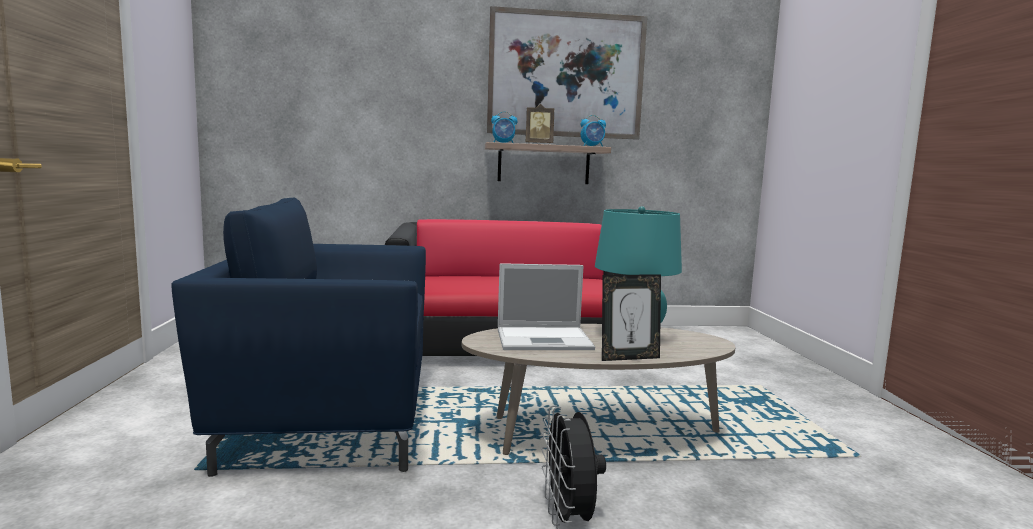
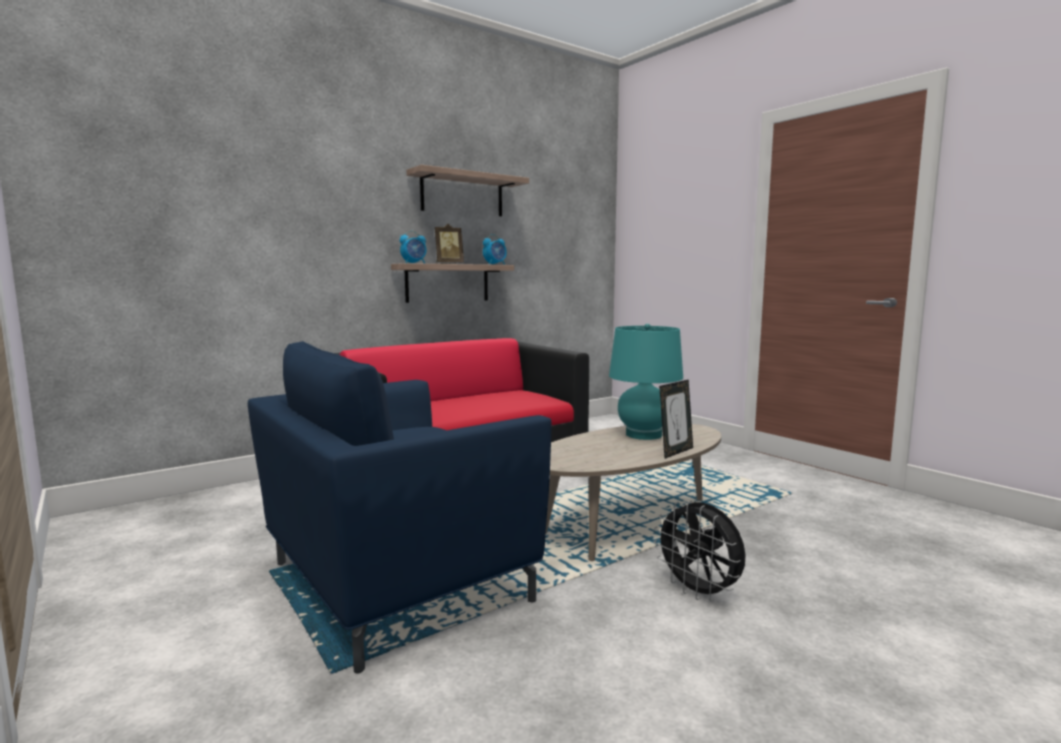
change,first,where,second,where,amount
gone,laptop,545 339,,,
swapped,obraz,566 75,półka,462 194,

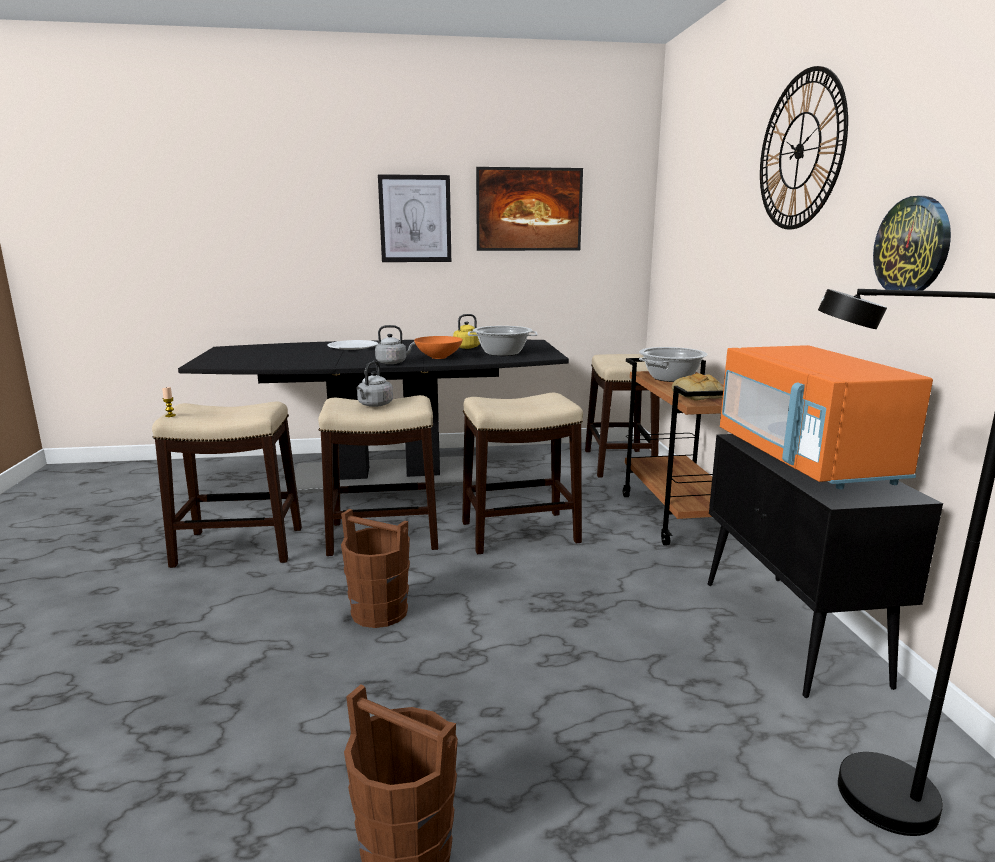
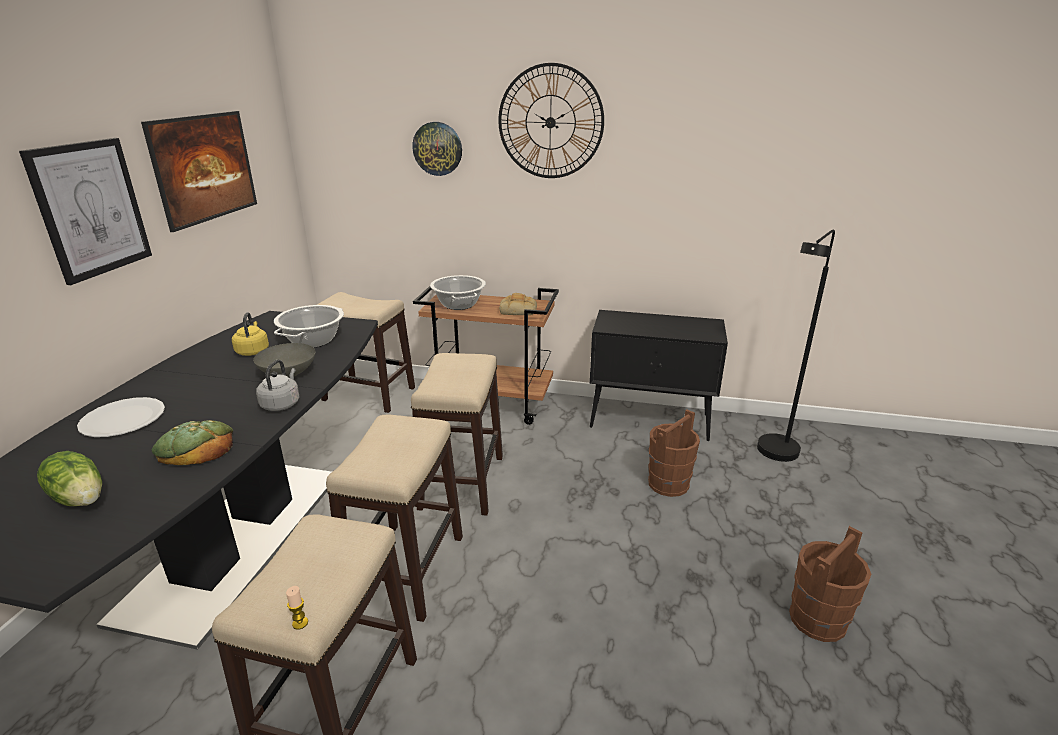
change,first,where,second,where,amount
gone,czajnik/szary,374 405,,,
gone,mikrofalówka/pomarańczowy,805 459,,,
new,,,sałata,81 497,
new,,,chleb,196 447,
shifted,wiadro/brązowy,380 612,,668 483,
shifted,zegar ścienny,912 246,,437 148,
repainted,miska/pomarańczowy,438 357,miska/szary,287 374,

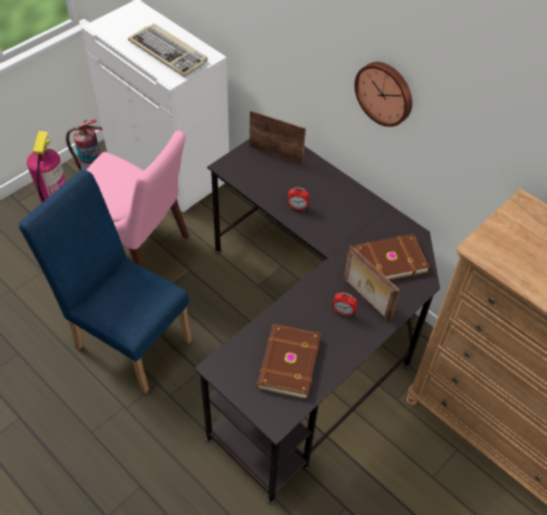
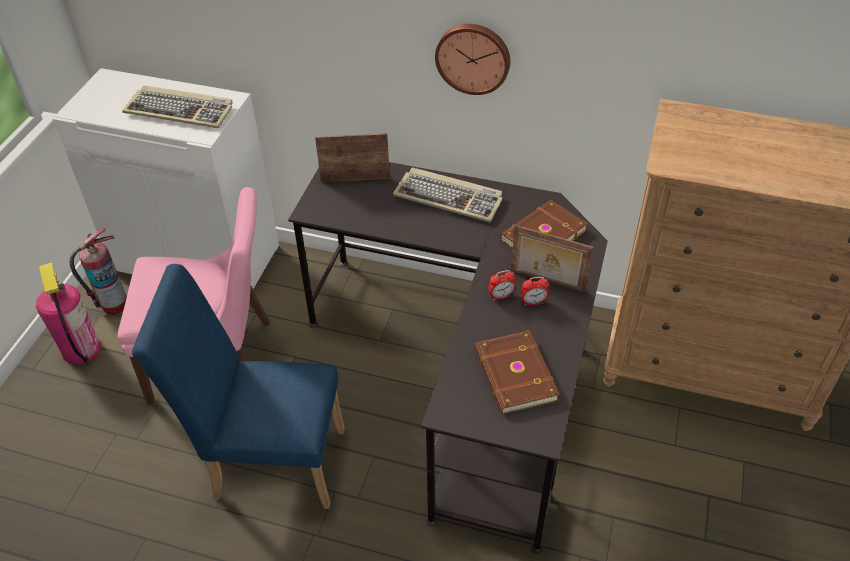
change,first,where,second,where,amount
new,,,klawiatura,449 197,
shifted,budzik,297 207,,501 296,

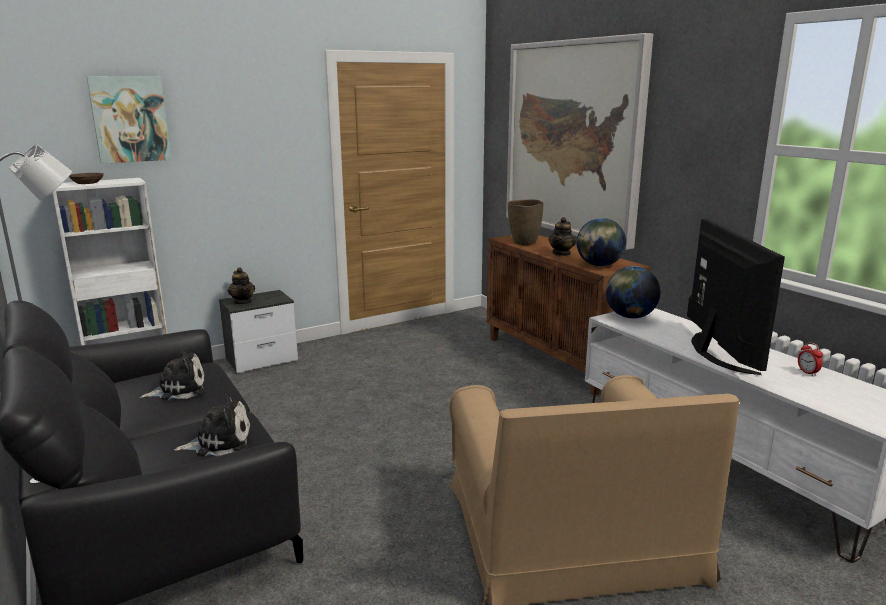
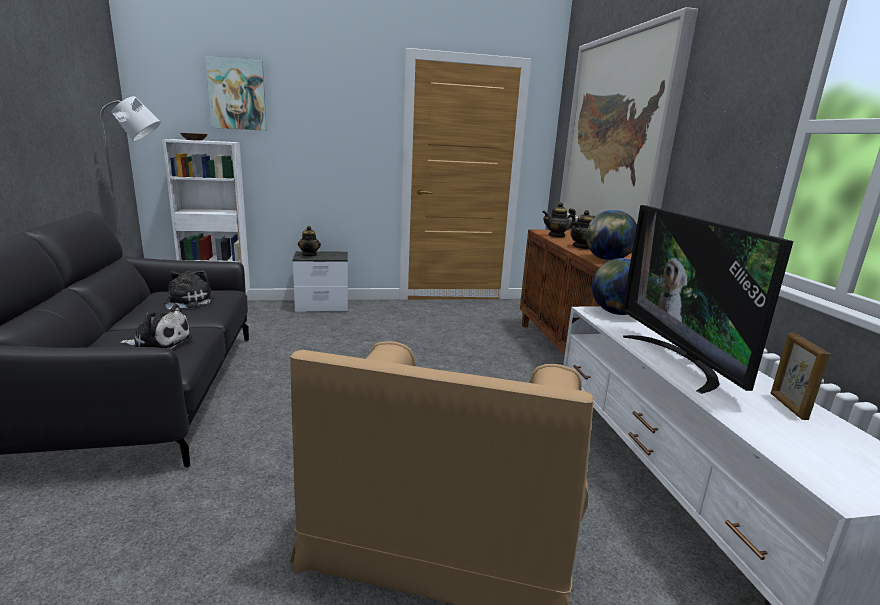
change,first,where,second,where,amount
swapped,wazon/brązowy,524 243,imbryk,556 236,
swapped,budzik,807 372,ramka na zdjęcie,787 406,
rotated,pluszak,179 389,,186 302,75 degrees counterclockwise
rotated,telewizor,714 352,,679 361,150 degrees clockwise

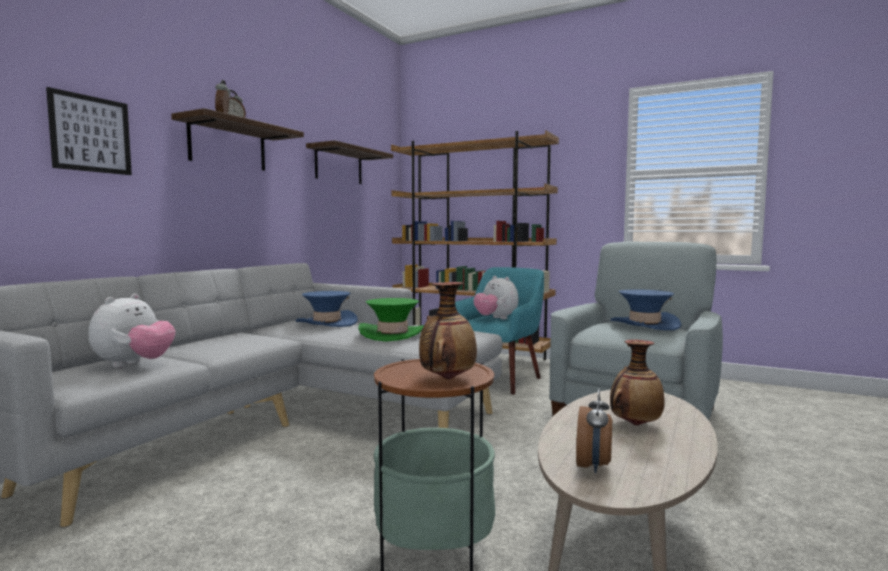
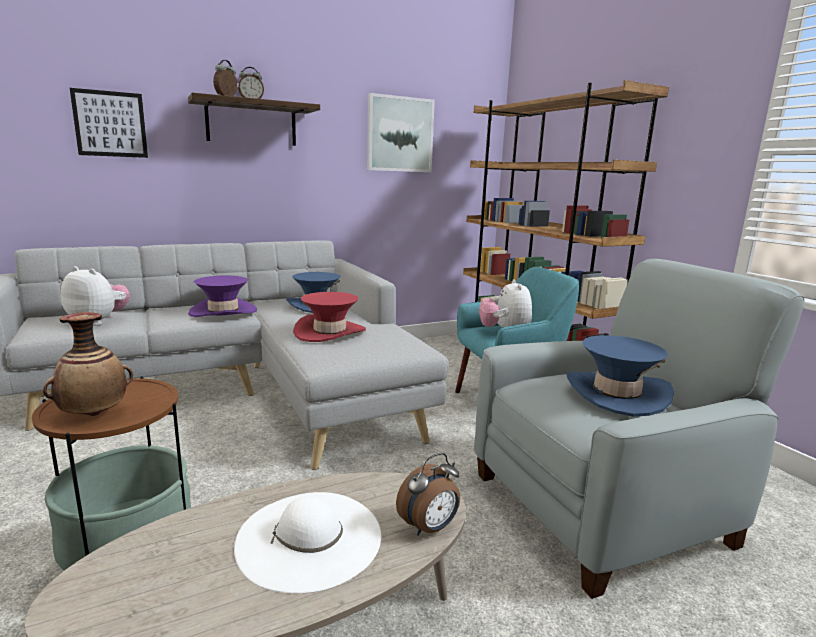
change,first,where,second,where,amount
new,,,kapelusz/fioletowy,223 311,
shifted,budzik,594 466,,429 528,
swapped,półka,339 165,obraz,399 134,
swapped,wazon,635 424,kapelusz/biały,309 538,
repainted,kapelusz/zielony,392 334,kapelusz/czerwony,330 332,
rotated,pluszak,134 365,,98 321,120 degrees counterclockwise

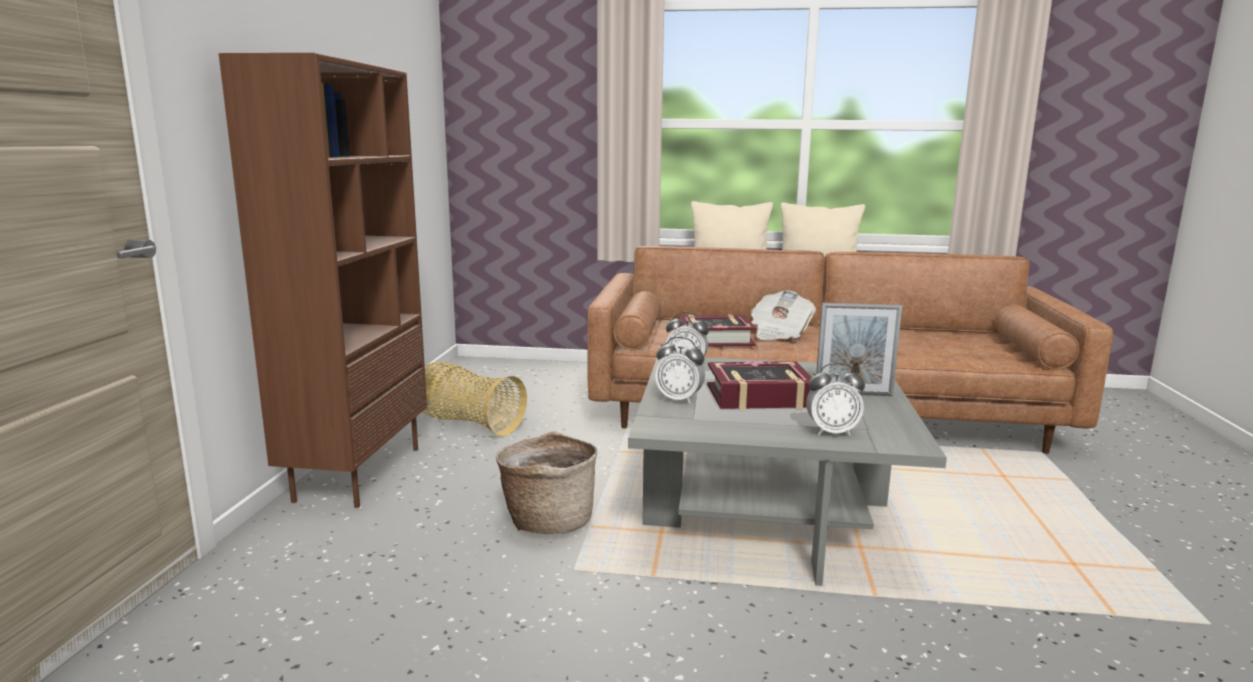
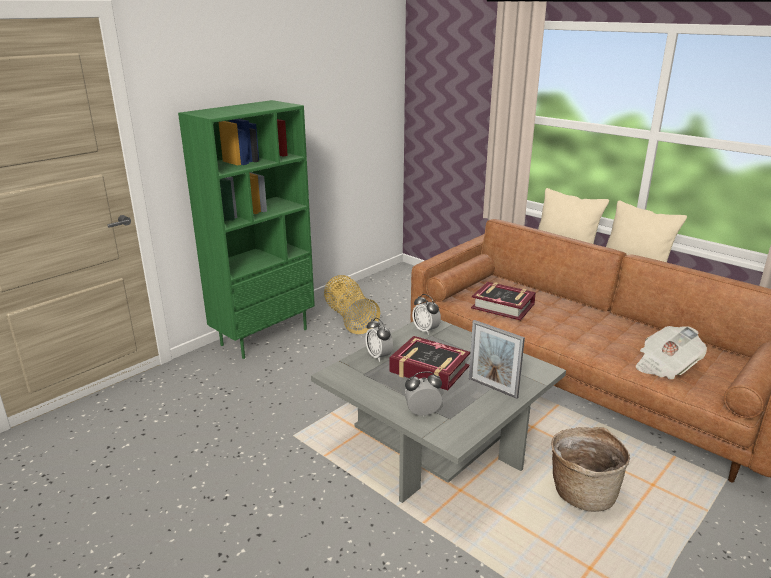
change,first,where,second,where,amount
shifted,koszyk,548 520,,582 491,
shifted,gazeta,779 333,,665 366,
repainted,regał/brązowy,358 473,regał/zielony,264 336,
rotated,budzik,832 432,,422 413,135 degrees clockwise

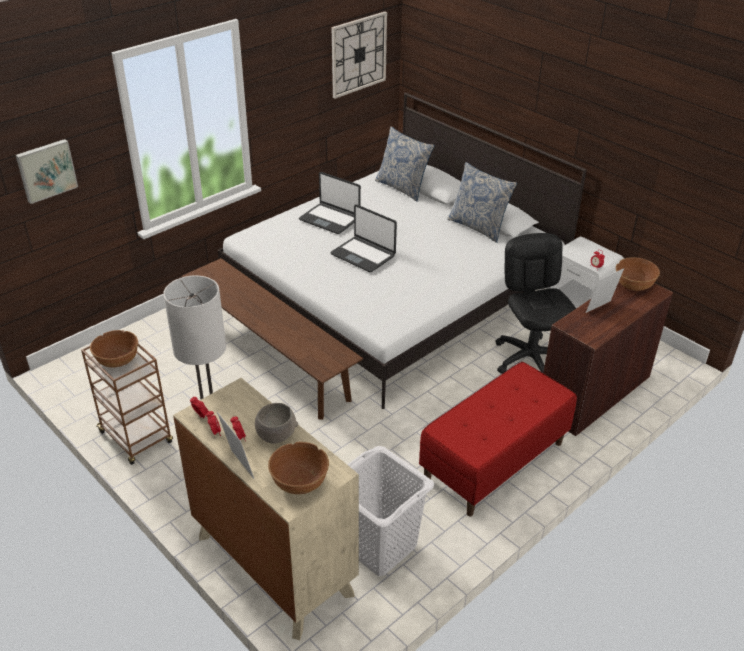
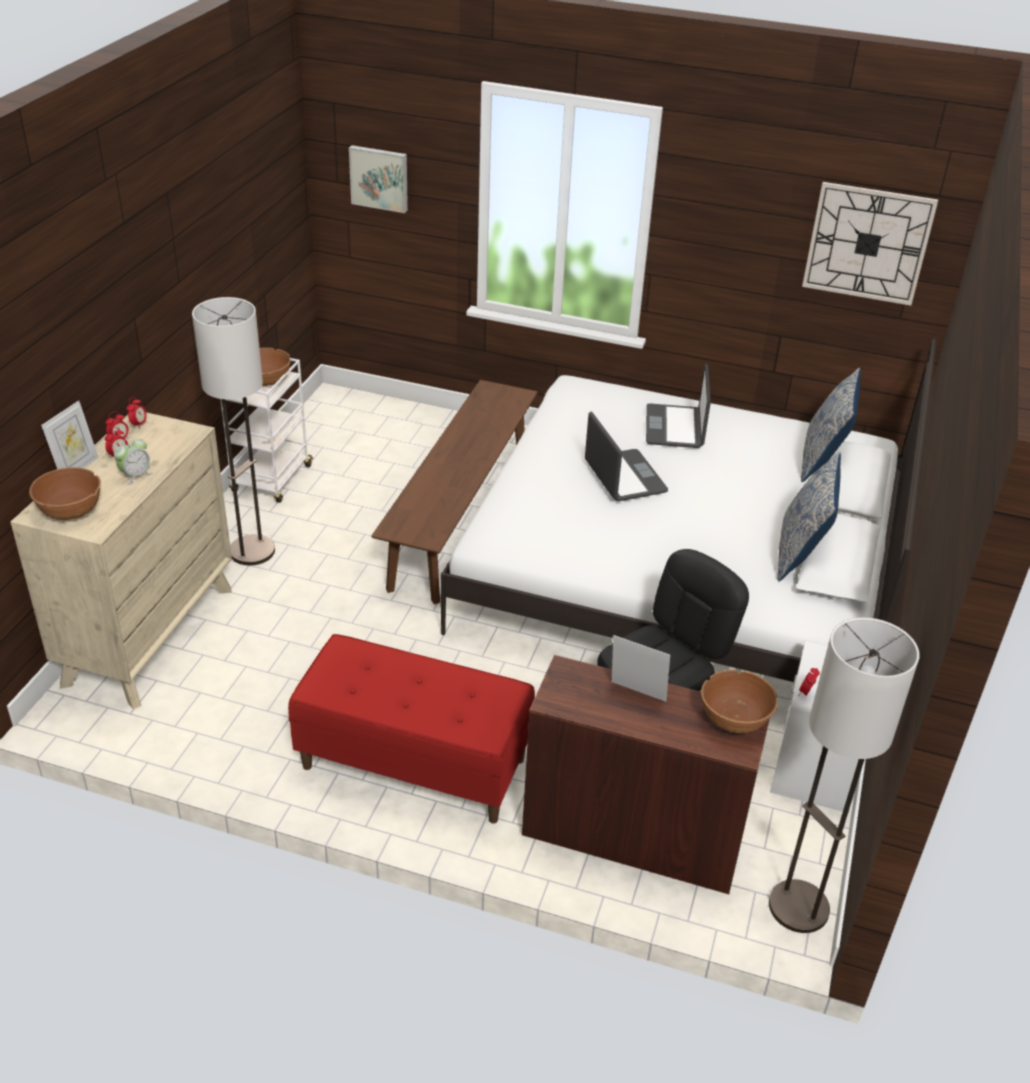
change,first,where,second,where,amount
gone,kosz na pranie/biały,379 546,,,
new,,,lampa stojąca,798 907,
swapped,miska/szary,276 434,budzik,135 475,
repainted,wózek/brązowy,137 438,wózek/biały,271 480,
rotated,laptop,363 255,,624 477,150 degrees clockwise

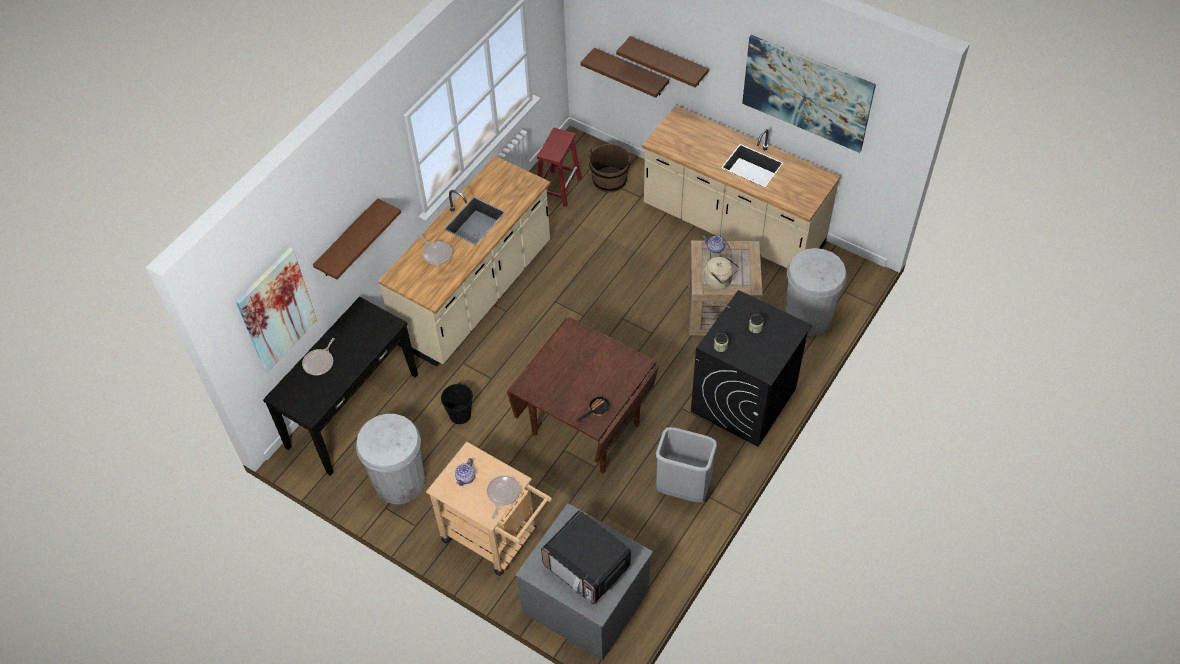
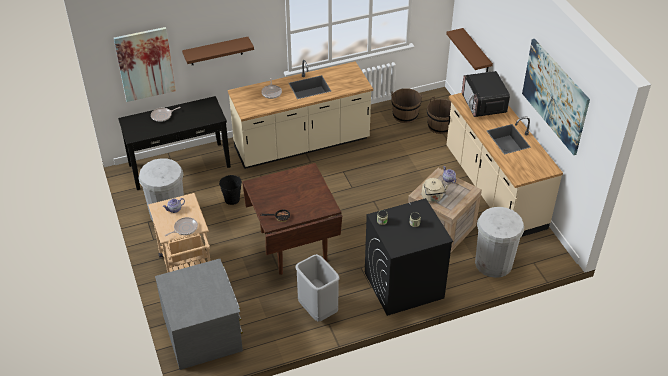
change,first,where,second,where,amount
gone,półka/brązowy,668 62,,,
shifted,mikrofalówka,587 566,,483 104,
swapped,stołek/czerwony,559 187,wiadro/brązowy,405 115,

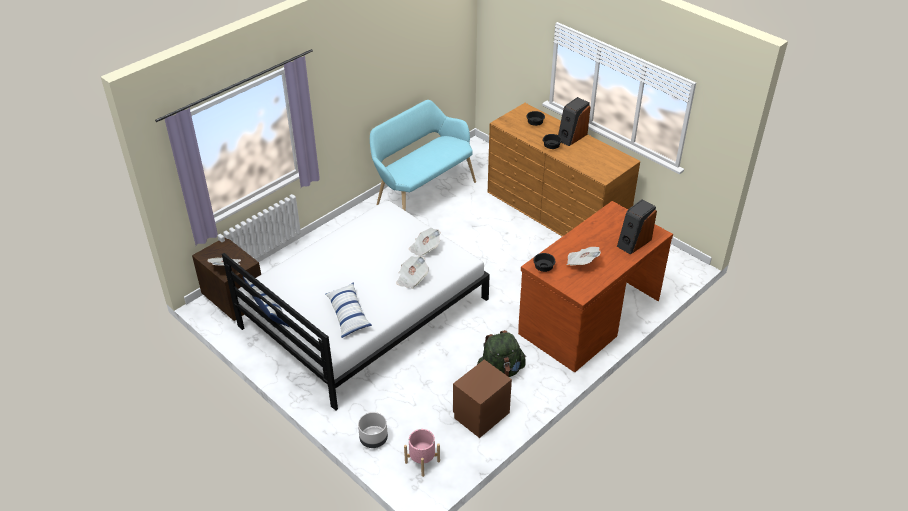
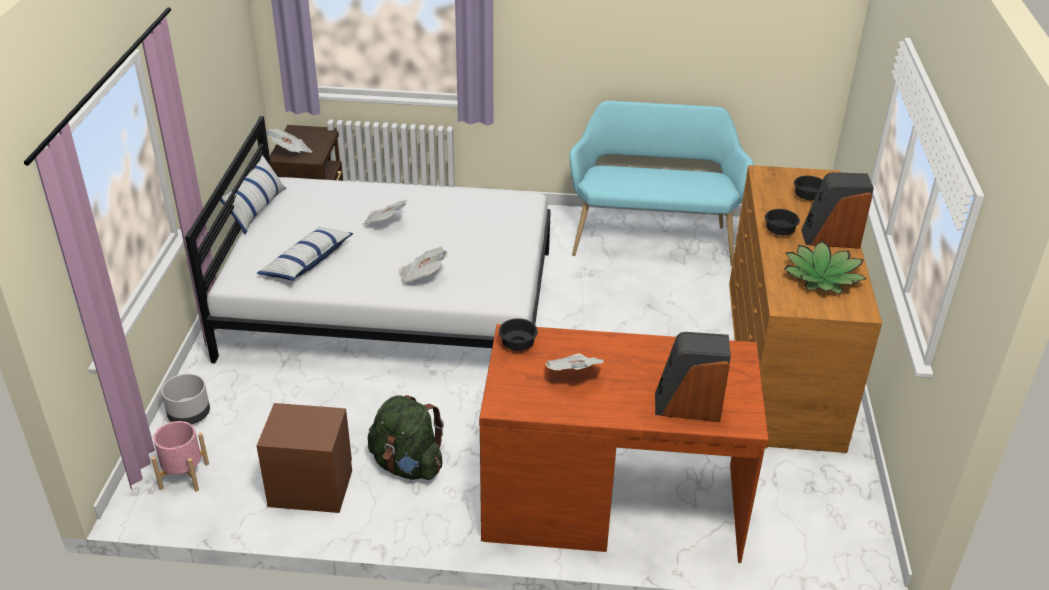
change,first,where,second,where,amount
new,,,roślina doniczkowa,822 277,
shifted,gazeta,424 248,,385 222,

